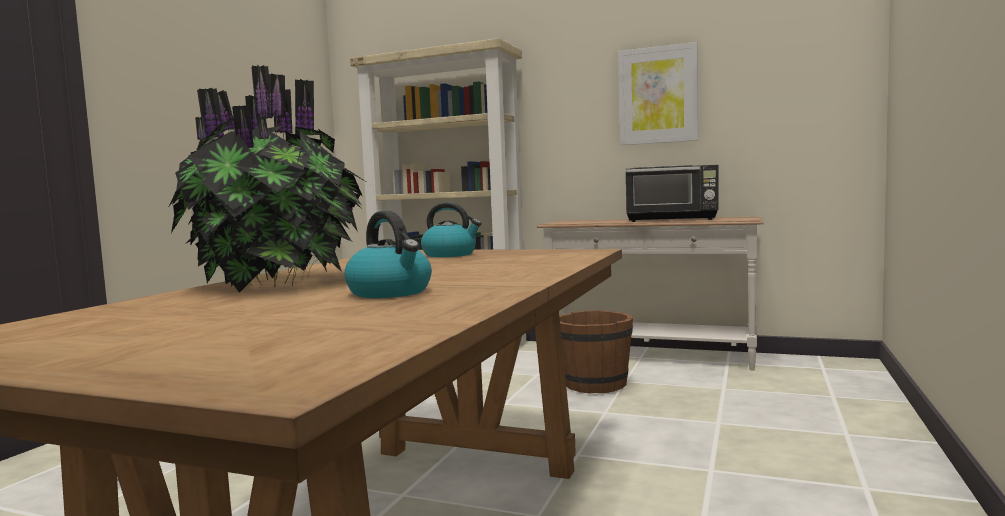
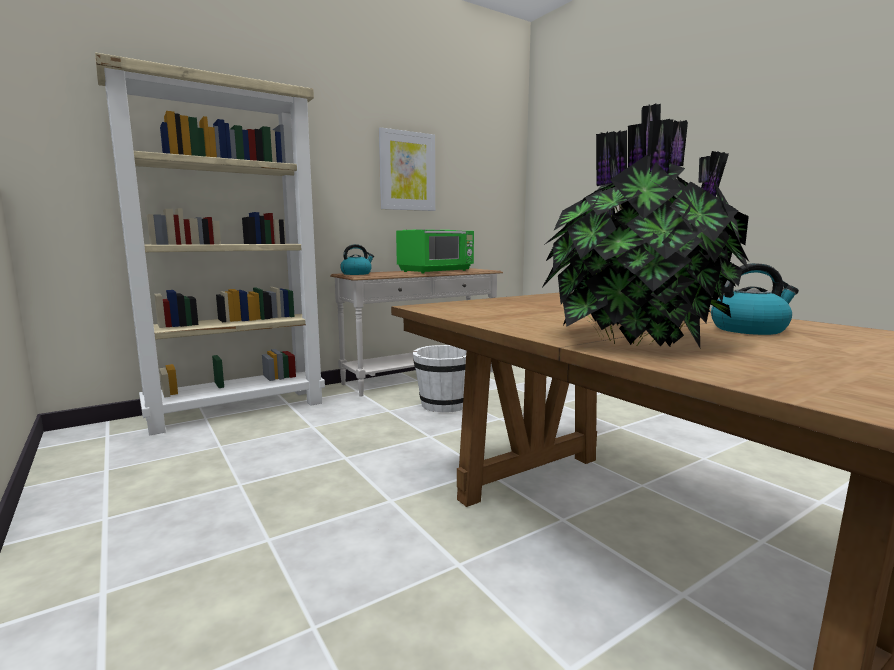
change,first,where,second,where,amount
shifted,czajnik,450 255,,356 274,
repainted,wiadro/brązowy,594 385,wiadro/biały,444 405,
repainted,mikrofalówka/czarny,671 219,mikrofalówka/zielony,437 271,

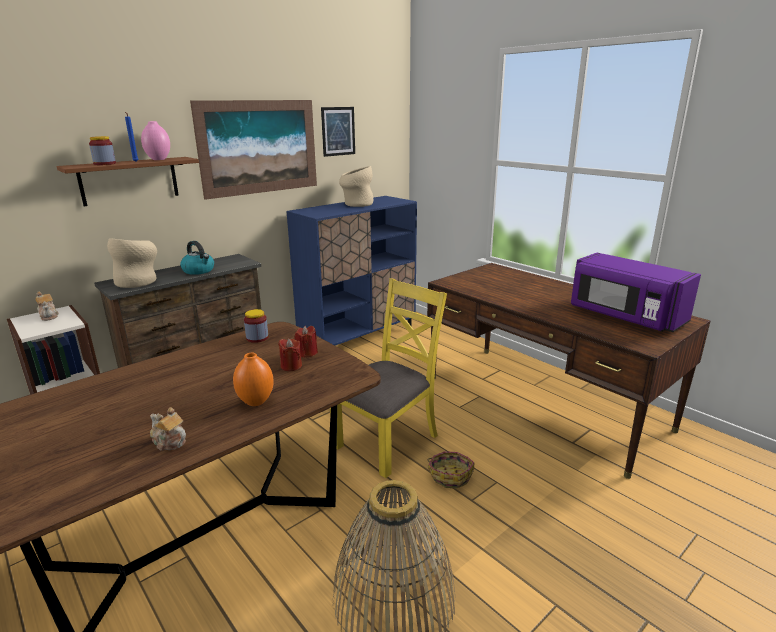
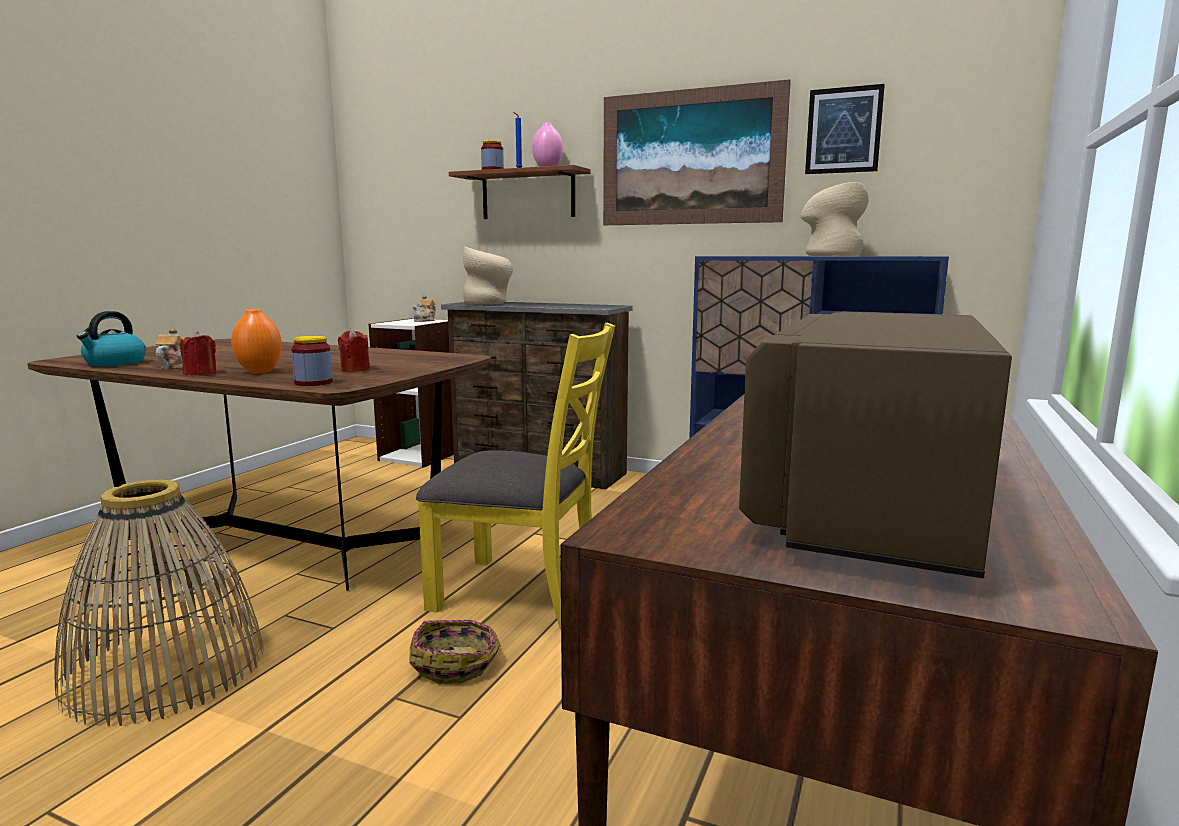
change,first,where,second,where,amount
shifted,czajnik,199 271,,115 363,
shifted,słoik,257 338,,313 383,
shifted,świeca/czerwony,307 353,,200 374,
repainted,mikrofalówka/fioletowy,624 316,mikrofalówka/brązowy,865 504,

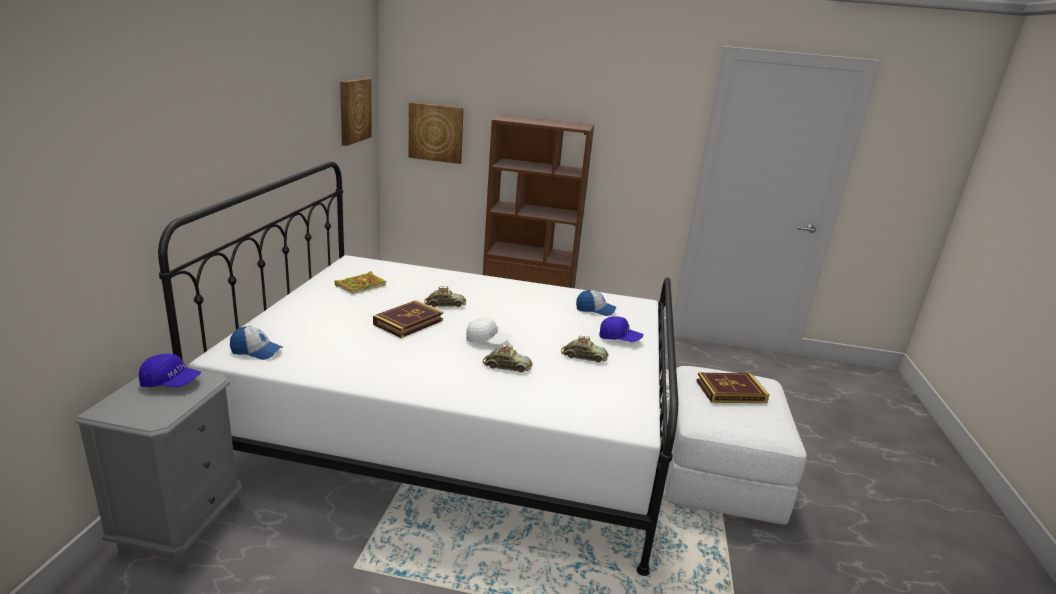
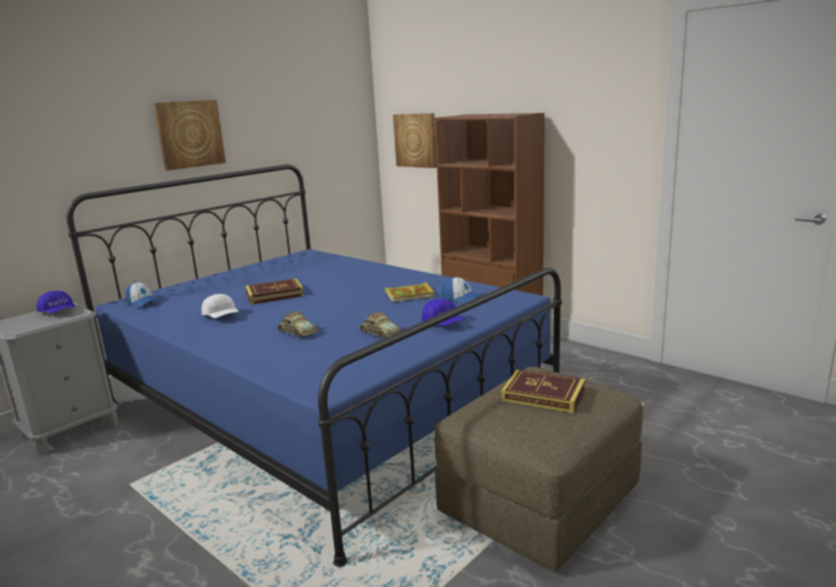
change,first,where,second,where,amount
gone,samochodzik,445 304,,,
shifted,książka,361 285,,411 295,
shifted,obraz,354 110,,189 134,
shifted,czapka z daszkiem/biały,487 341,,221 316,
repainted,łóżko/biały,457 427,łóżko/niebieski,324 405,
repainted,pufa/biały,718 474,pufa/brązowy,539 501,

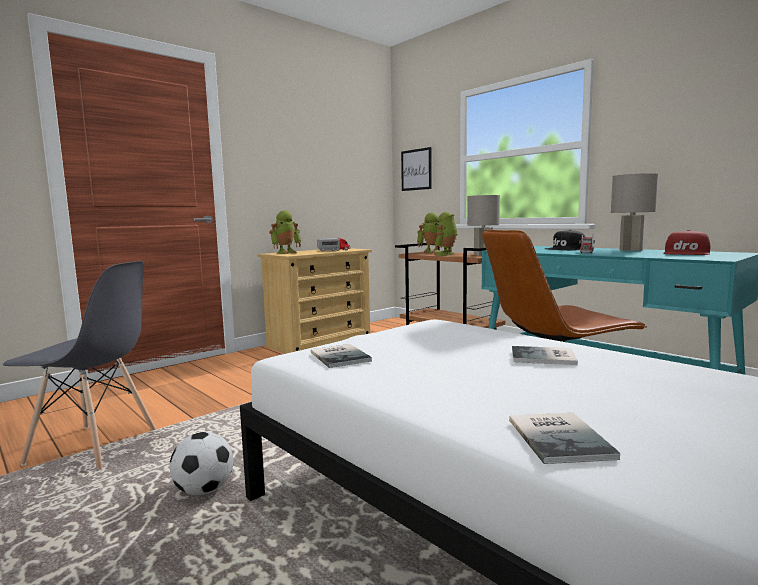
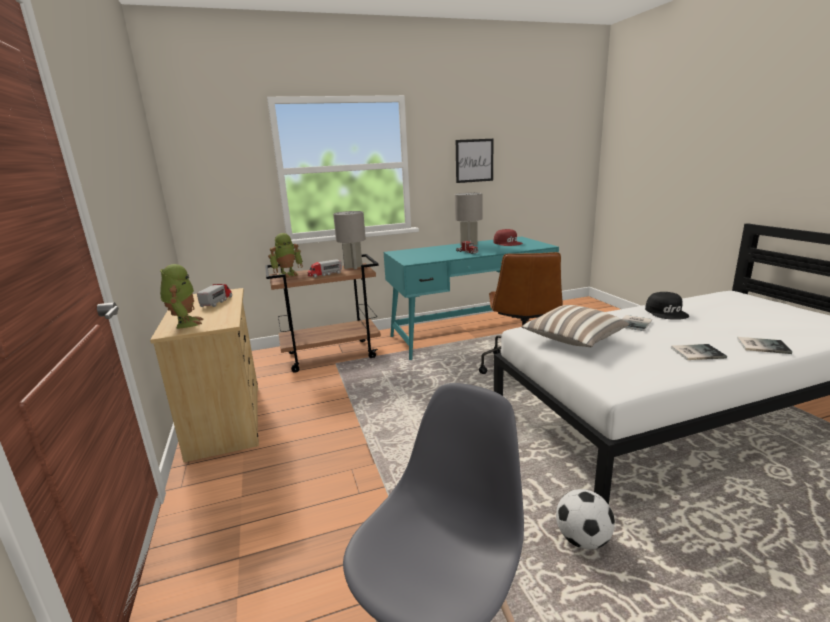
change,first,where,second,where,amount
new,,,poduszka,573 340,
shifted,książka,341 356,,695 352,
shifted,obraz,416 169,,474 160,
shifted,czapka z daszkiem/czarny,566 249,,667 312,
swapped,robot zabawkowy,446 254,ciężarówka zabawkowa,325 274,

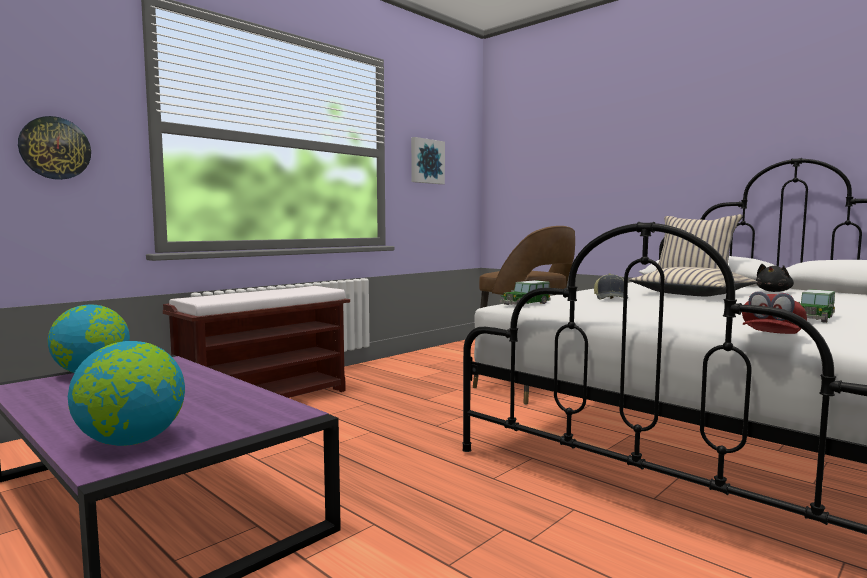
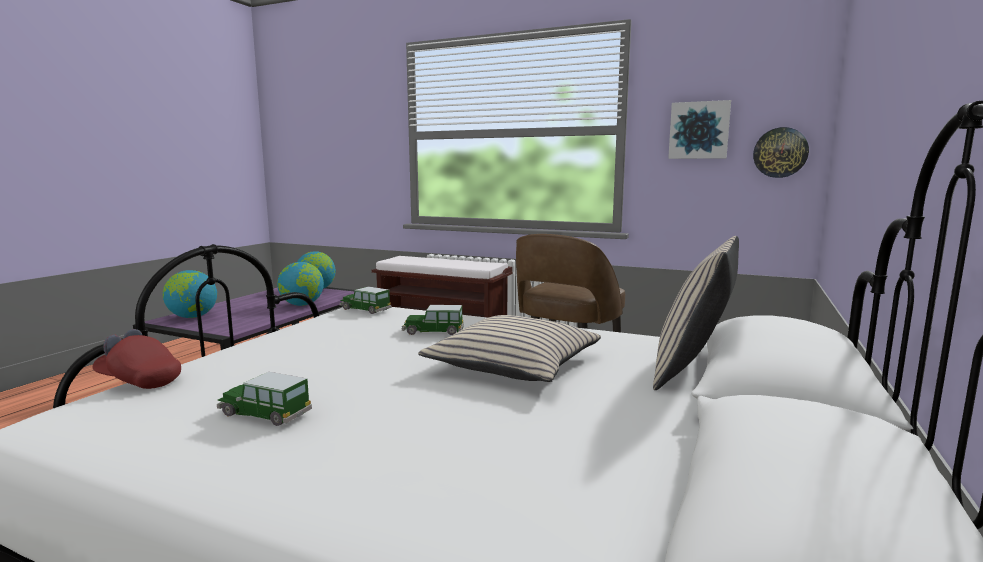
change,first,where,second,where,amount
gone,pluszak/czarny,774 291,,,
new,,,globus,302 305,
shifted,zegar ścienny,55 148,,780 152,
swapped,czapka z daszkiem,611 298,samochodzik,433 331,

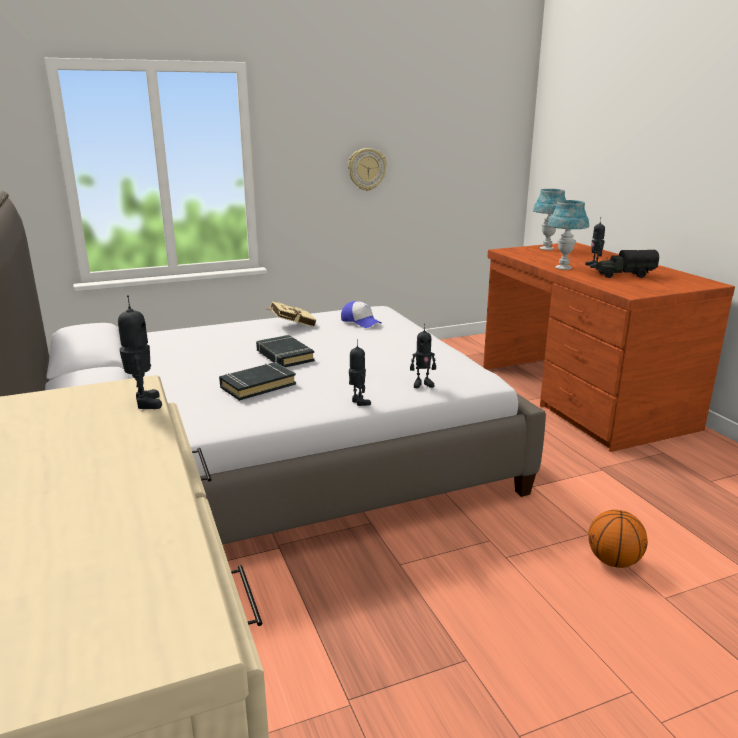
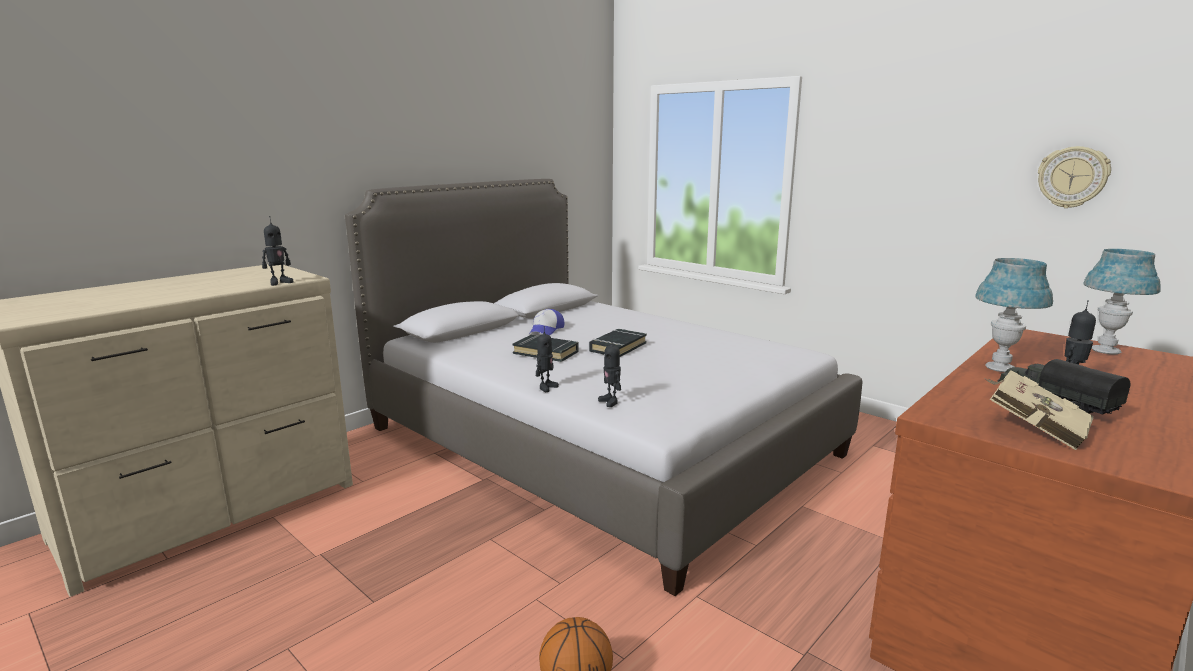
change,first,where,second,where,amount
shifted,książka/beżowy,291 325,,1032 428,
shifted,czapka z daszkiem,361 322,,546 330,
shifted,zegar ścienny,366 169,,1072 177,

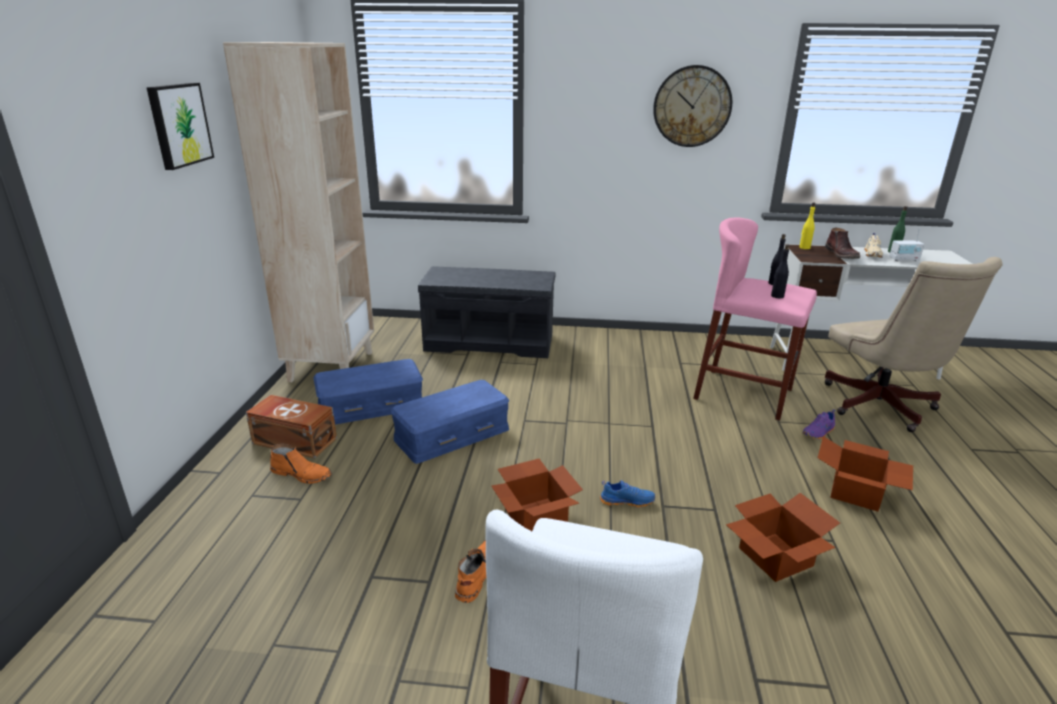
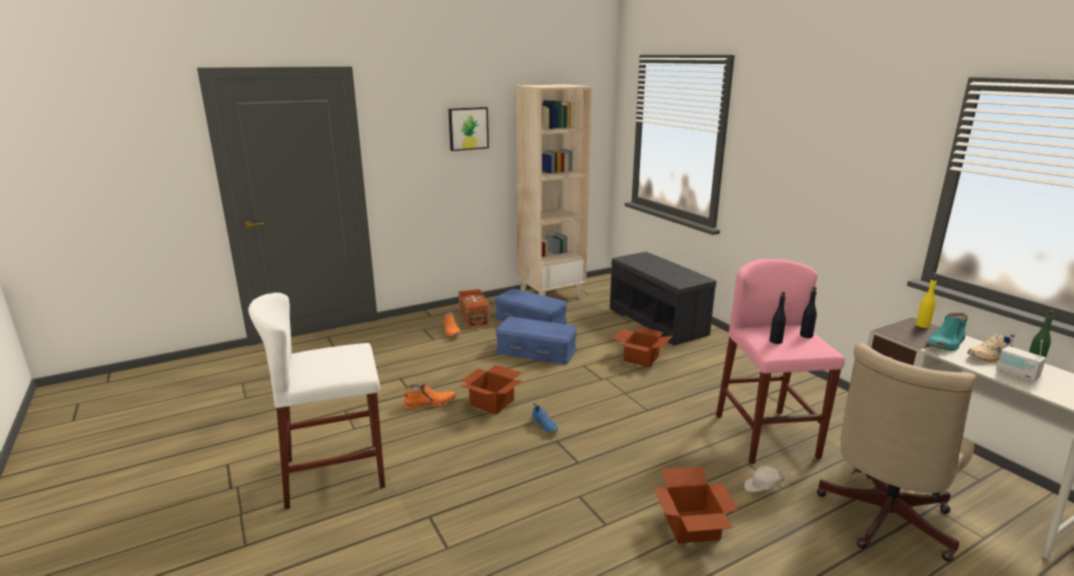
change,first,where,second,where,amount
gone,zegar ścienny,692 106,,,
shifted,karton,773 557,,640 358,
swapped,but/fioletowy,819 433,czapka z daszkiem/biały,762 489,
repainted,but z cholewką/brązowy,842 254,but z cholewką/turkusowy,946 343,

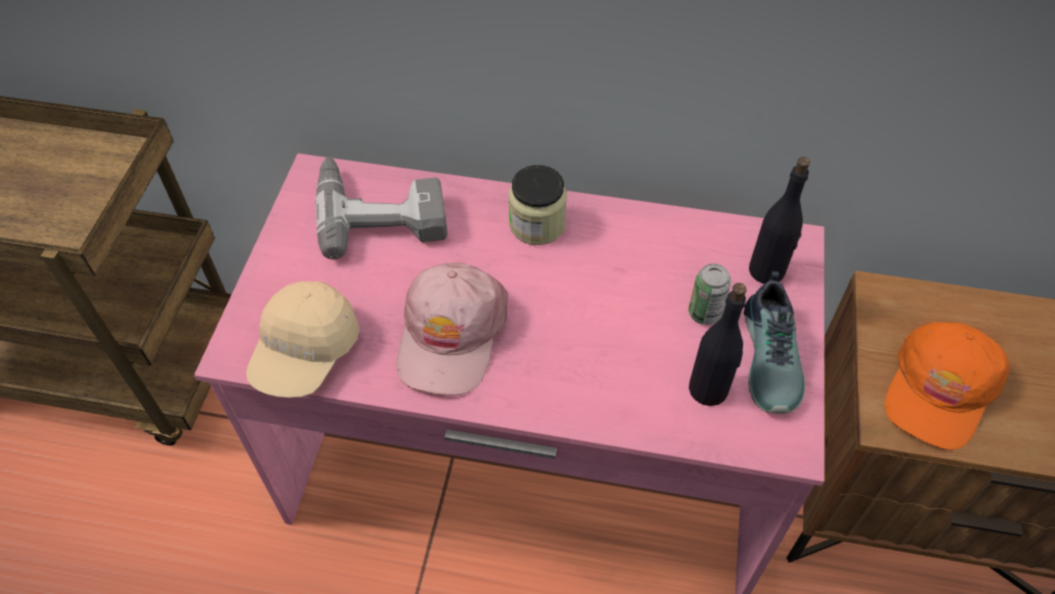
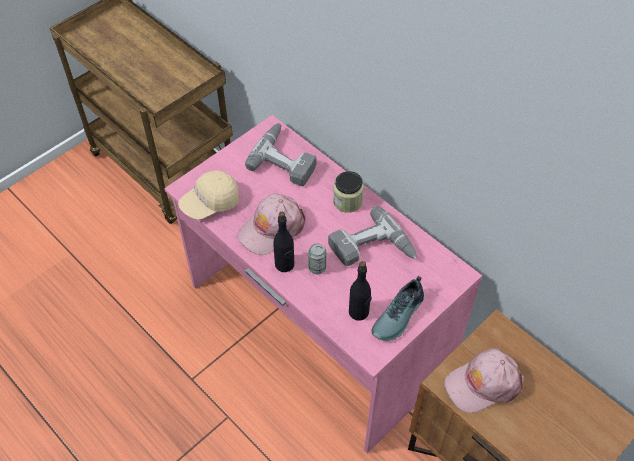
change,first,where,second,where,amount
new,,,wiertarka,372 250,
shifted,puszka,704 313,,317 268,
shifted,butelka/czarny,767 271,,284 264,
repainted,czapka z daszkiem/pomarańczowy,939 390,czapka z daszkiem/różowy,483 383,

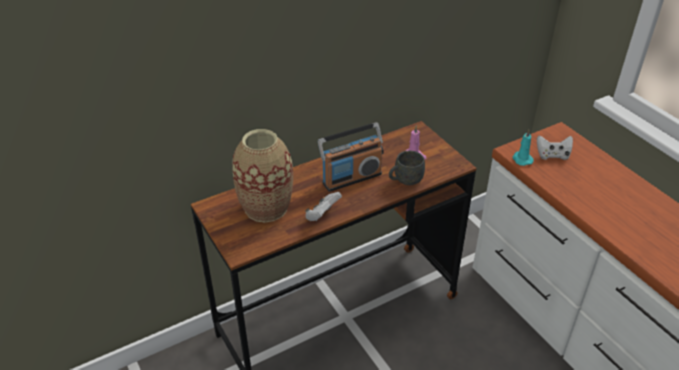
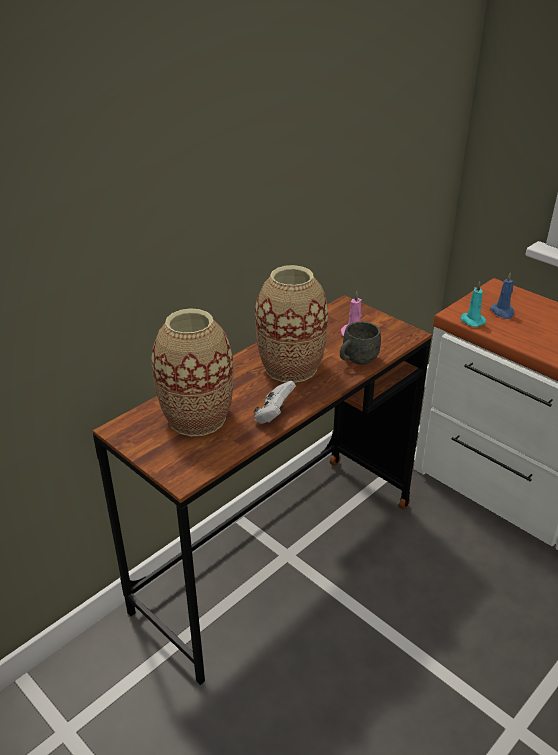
change,first,where,second,where,amount
swapped,radio,351 178,wazon,291 367,
swapped,pad do gier/biały,552 155,świeca/niebieski,502 312,

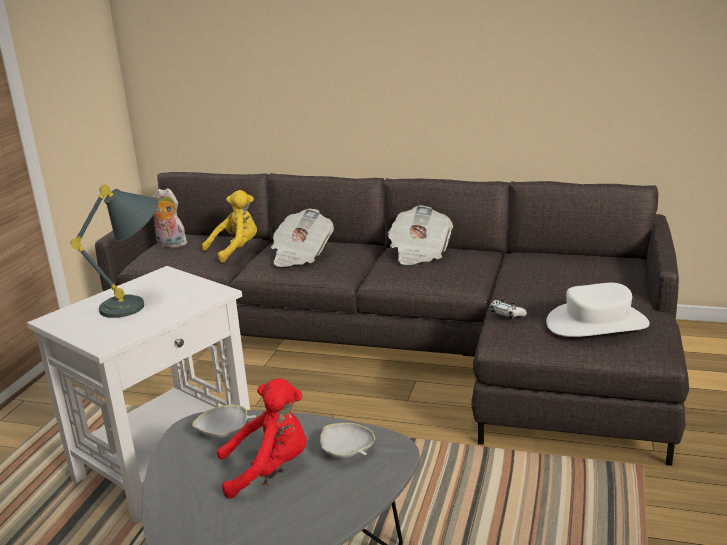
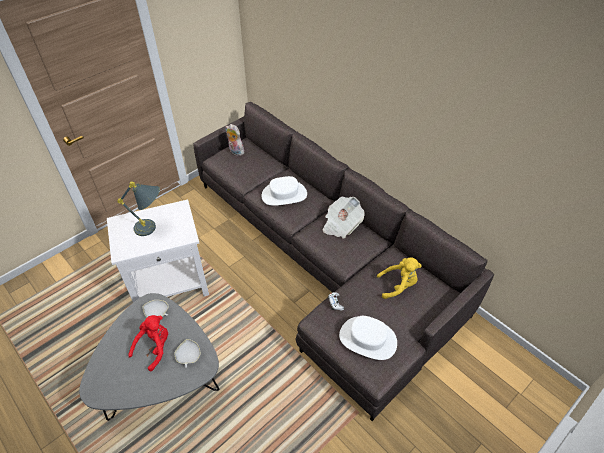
change,first,where,second,where,amount
shifted,pluszak/żółty,236 250,,398 285,
swapped,gazeta,300 255,kapelusz/biały,284 195,
rotated,pluszak/czerwony,269 469,,154 347,75 degrees counterclockwise

